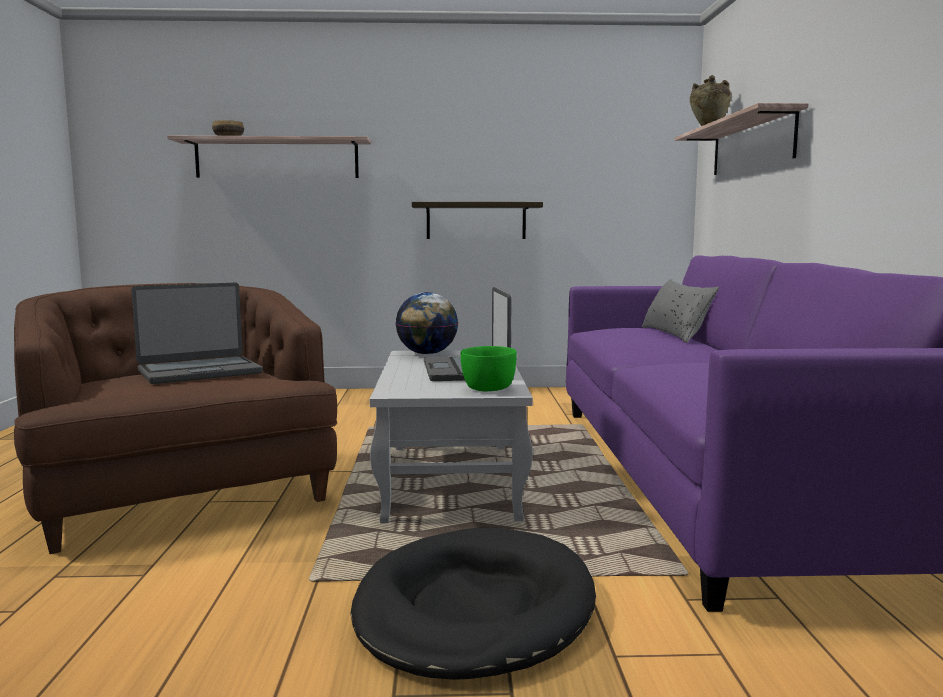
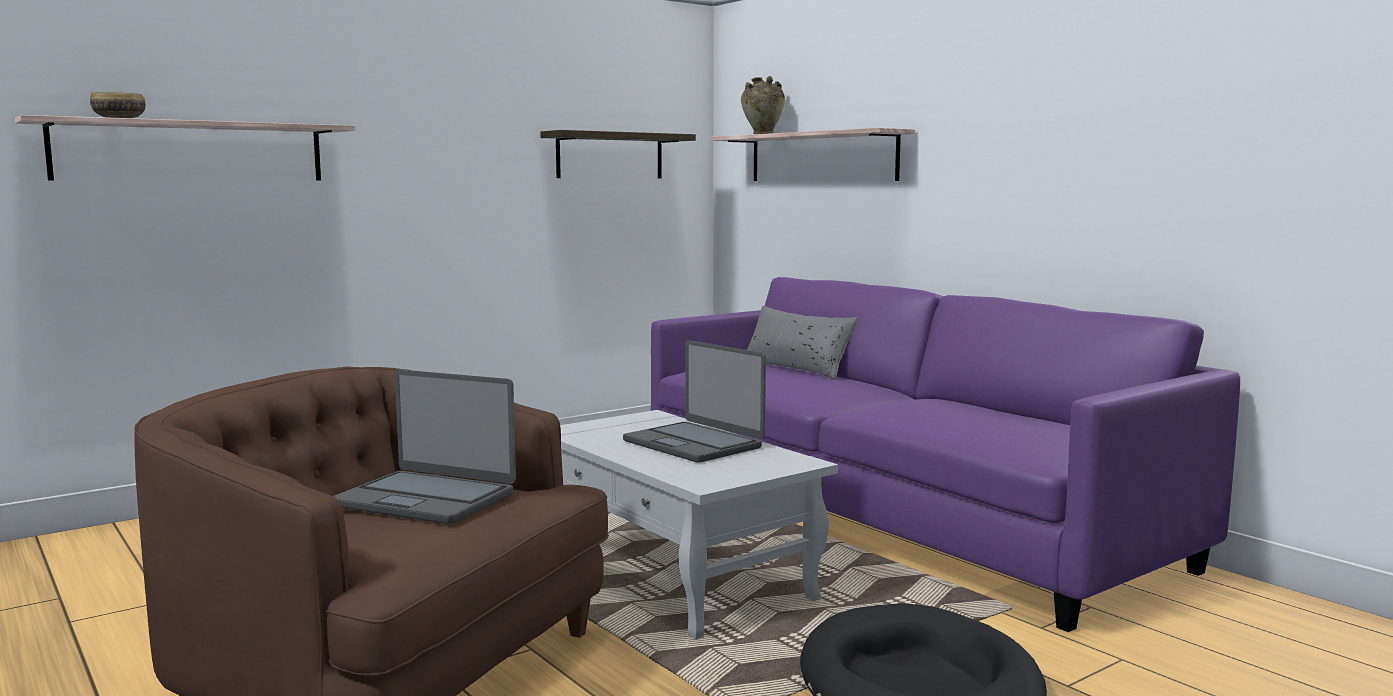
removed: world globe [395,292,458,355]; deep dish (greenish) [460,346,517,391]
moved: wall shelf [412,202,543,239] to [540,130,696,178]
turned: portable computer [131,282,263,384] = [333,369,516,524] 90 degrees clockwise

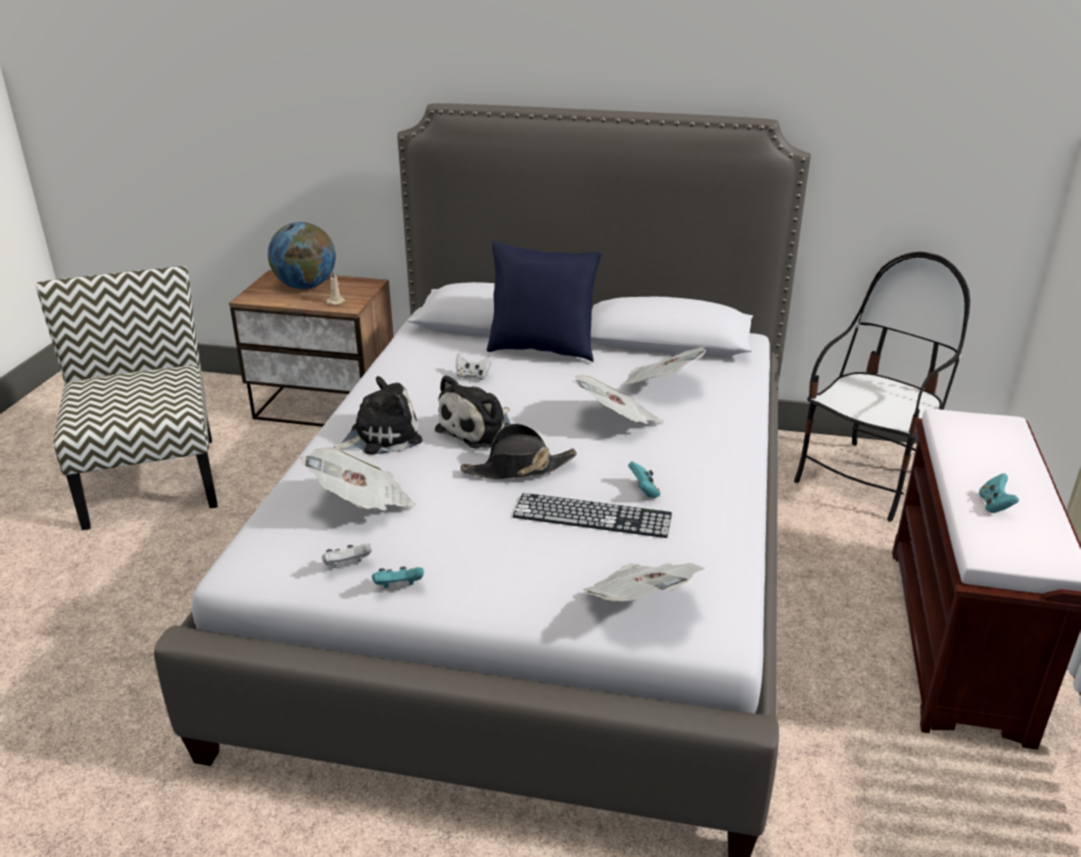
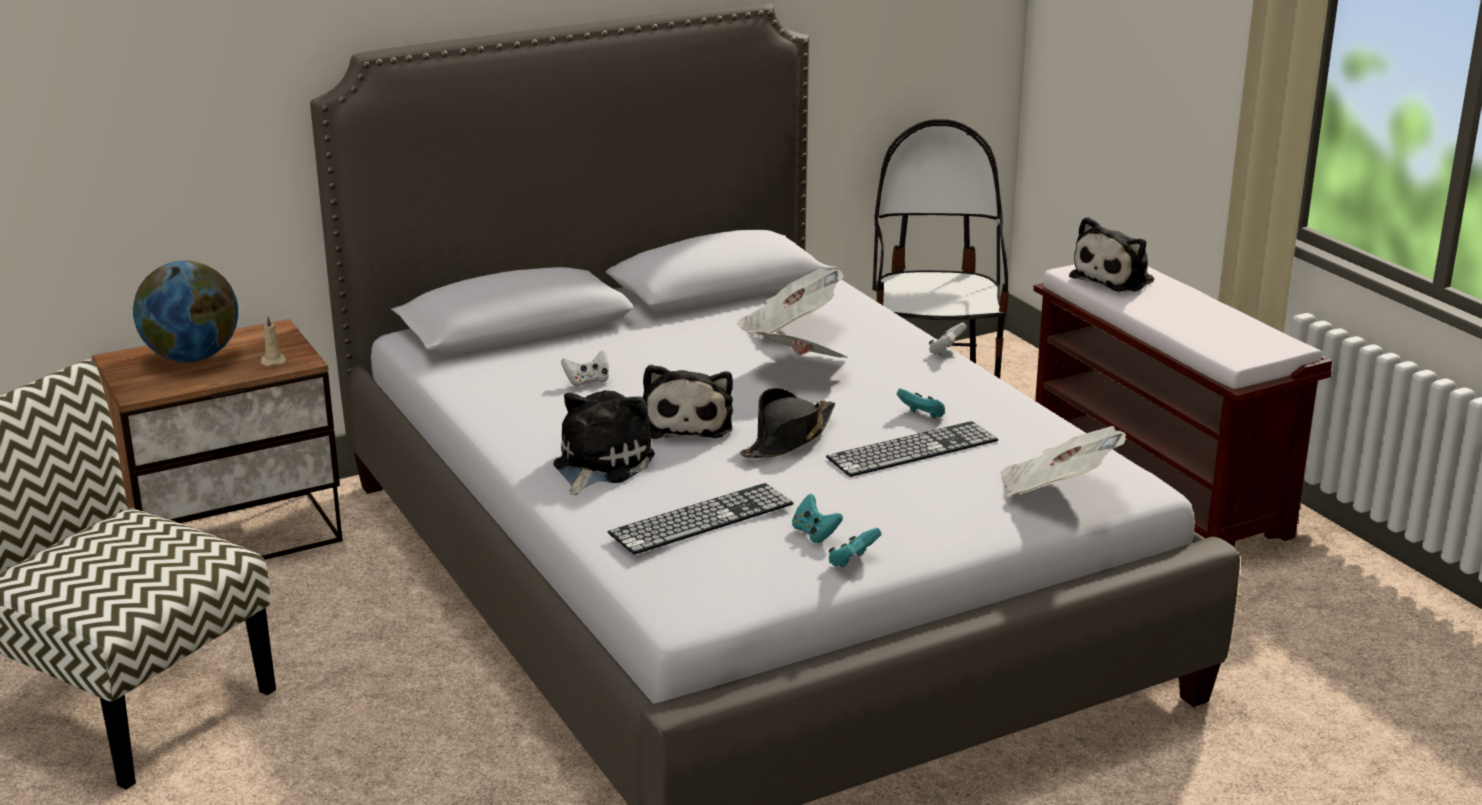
removed: pillow (bluish) [487,241,602,362]
added: plush toy [1069,217,1154,292]
moved: game controller (whitish) [322,544,372,568] to [929,322,967,355]; game controller (blue-green) [979,474,1019,513] to [792,493,843,543]
replaced: printed paper [300,447,416,511] to keyboard [608,483,794,555]

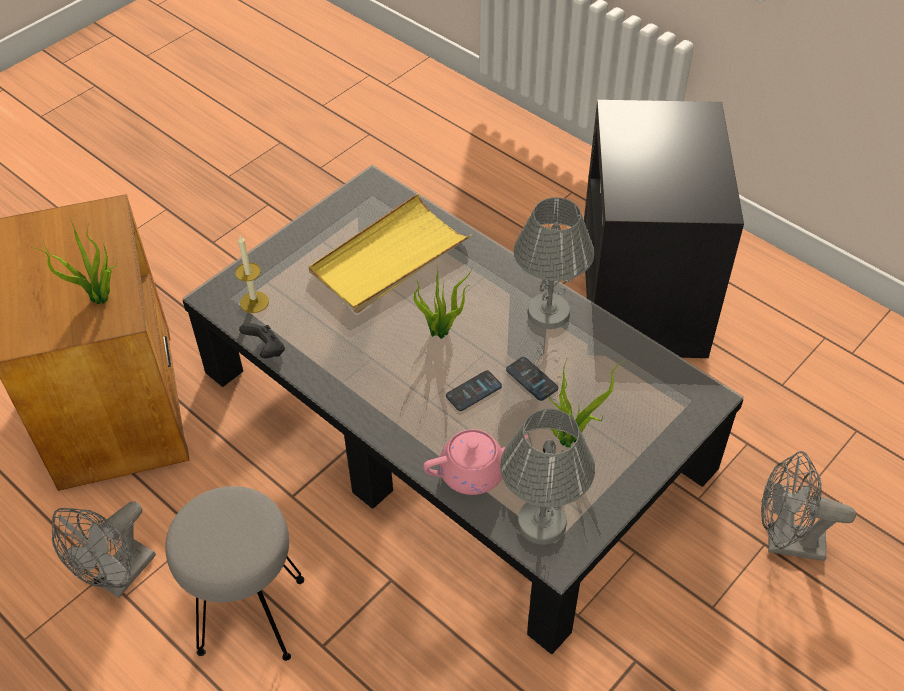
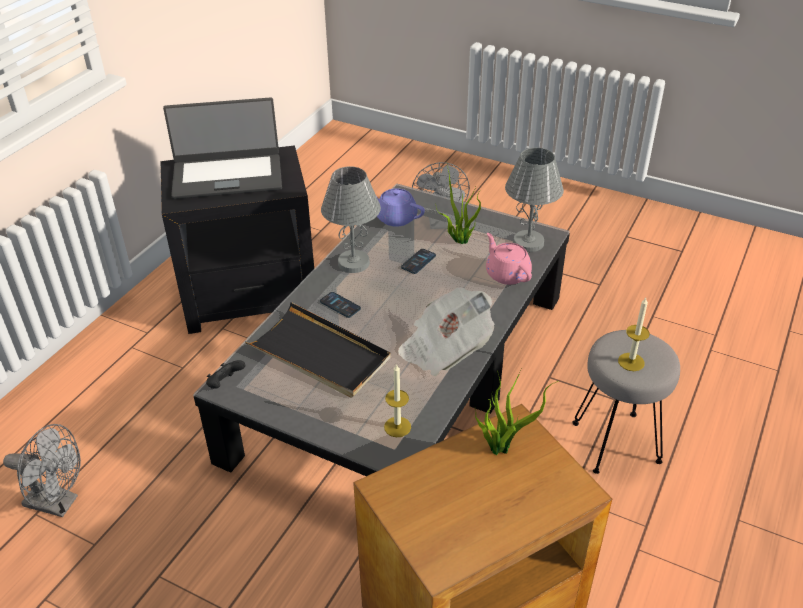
removed: plant in a pot [414,258,473,339]
added: portable computer [163,97,282,199]; pot for tea (purple) [376,188,425,227]; printed paper [398,287,495,376]; candle [618,298,650,371]
moved: cooling fan (grey) [52,501,156,598] to [3,424,81,517]; game controller (blackish) [239,323,285,358] to [206,360,245,389]; phone [446,370,502,411] to [320,292,361,318]
recoloured: serving tray (yellow) [309,194,472,313] to serving tray (blackish) [245,302,391,398]

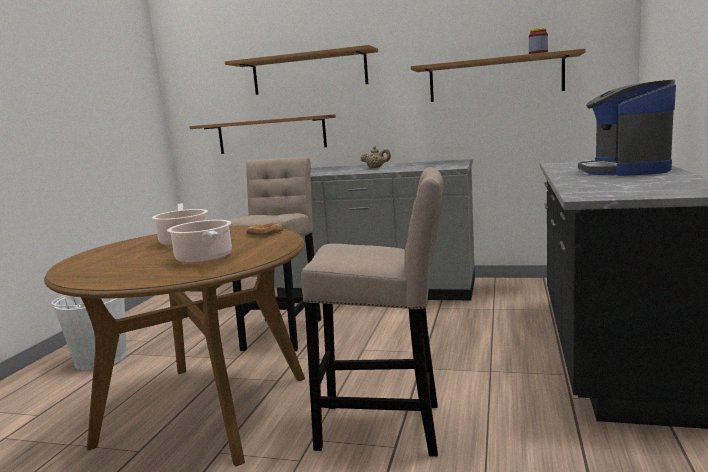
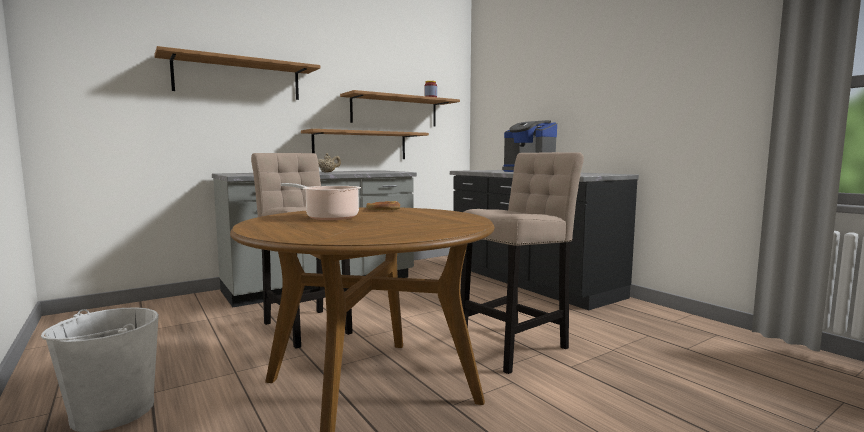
removed: cooking pot [167,220,232,264]
moved: wall shelf [189,115,336,154] to [301,129,429,159]

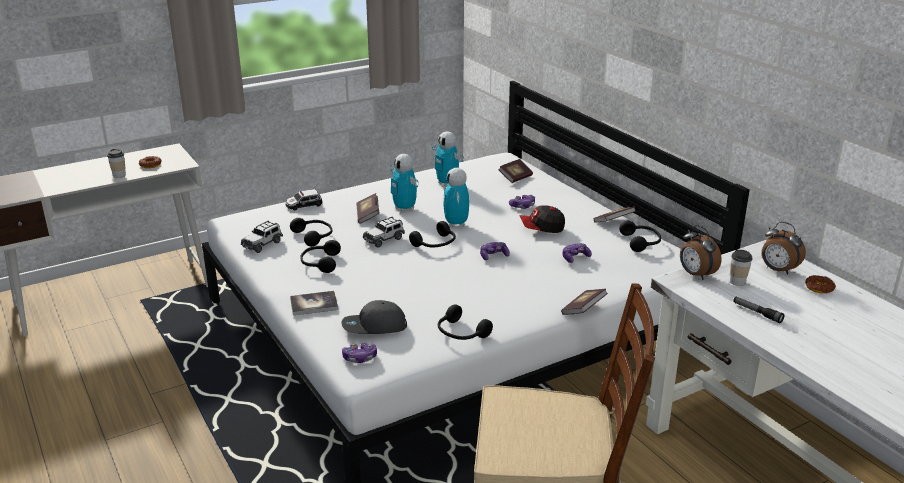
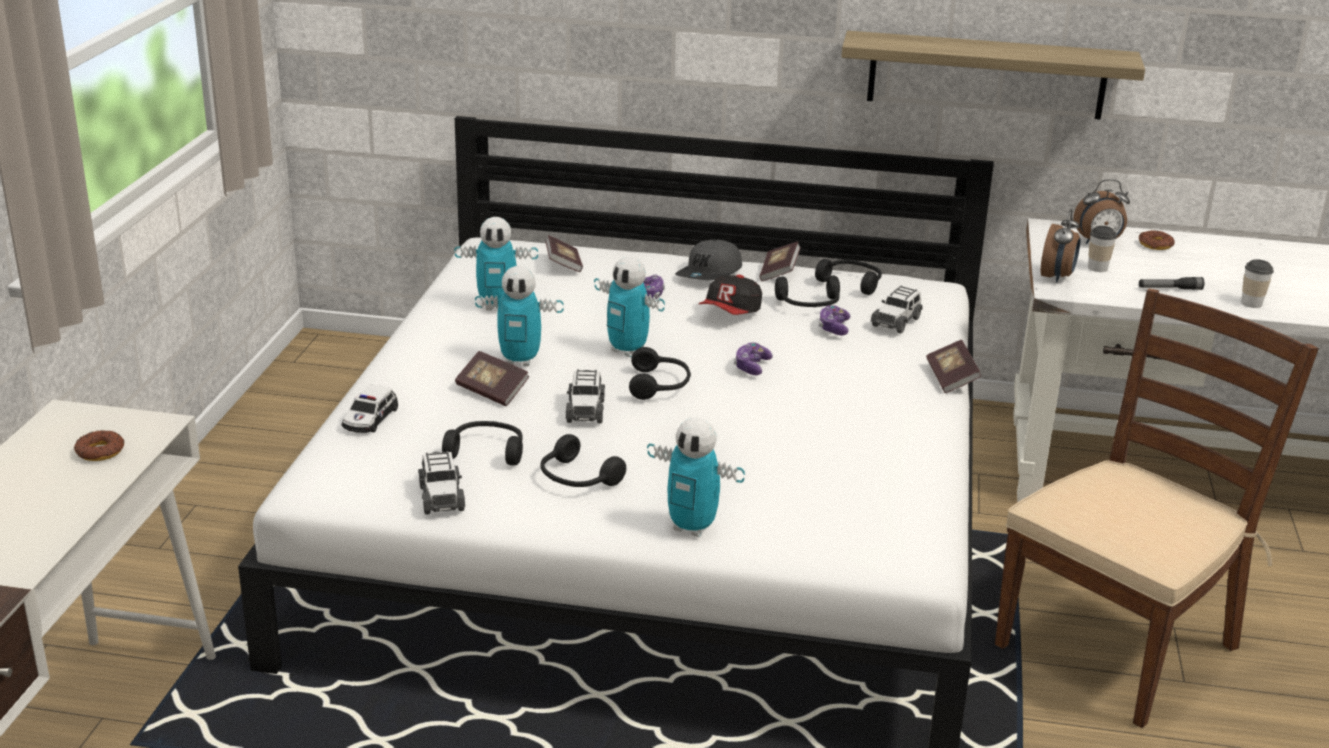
removed: game controller [342,343,377,363]
added: wall shelf [841,31,1145,120]; miniature car [871,285,923,333]
moved: small cup [107,149,126,178] to [1241,259,1274,308]; baseball cap (grey) [342,300,407,334] to [675,240,742,280]; headset (blackish) [438,304,493,340] to [775,275,840,307]
replaced: book [290,291,338,315] to toy robot [647,418,745,537]
turned: bedside clock [680,225,722,280] = [1041,209,1080,283] 75 degrees counterclockwise

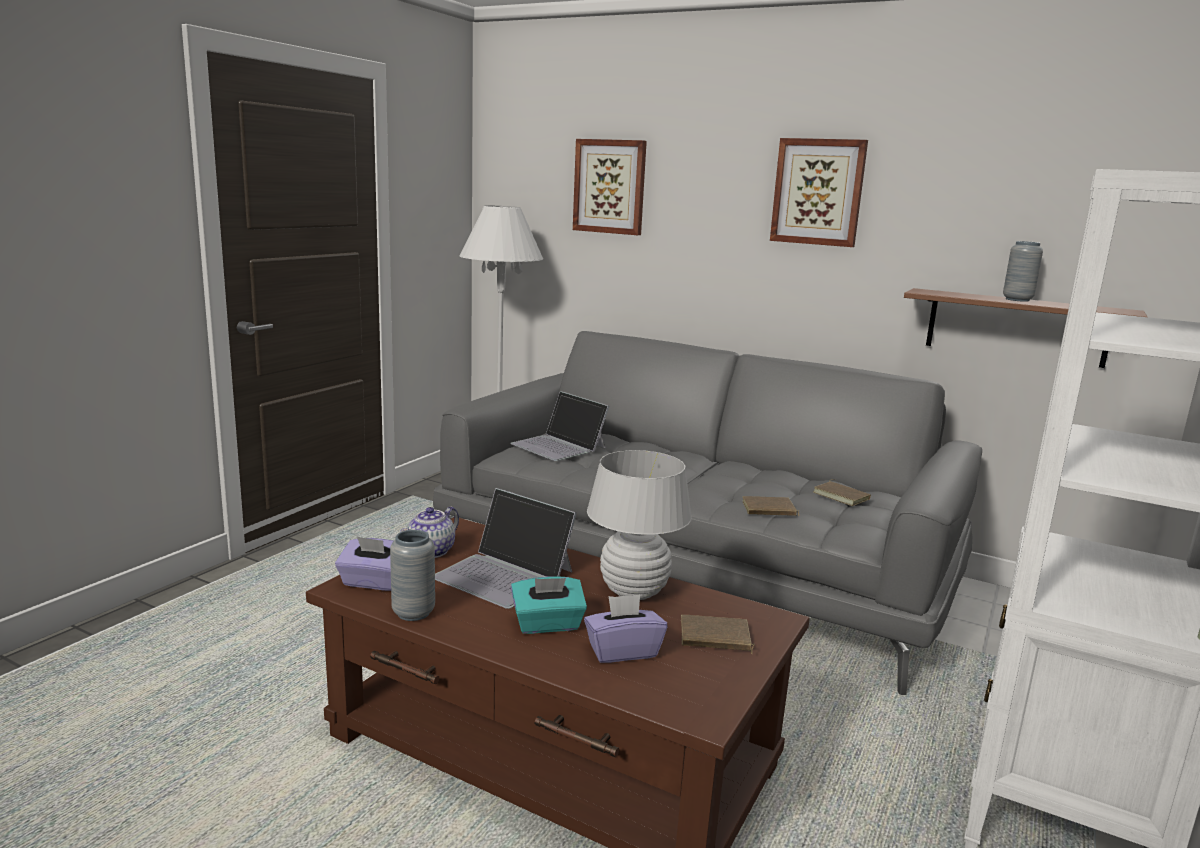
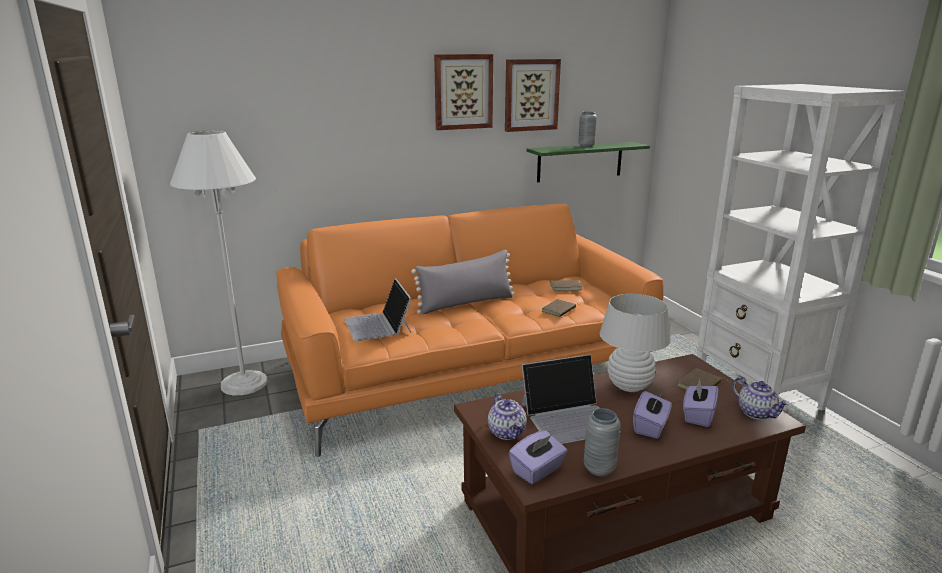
added: pillow (grey) [411,249,515,314]; pot for tea [732,377,789,420]
moved: wall art [573,139,647,235] to [505,59,561,132]
recoloured: couch (grey) [433,331,982,695] to couch (orange) [276,204,664,457]; box of tissues (blue-green) [511,576,587,634] to box of tissues (purple) [633,391,672,439]; wall shelf (brown) [904,288,1147,368] to wall shelf (greenish) [527,142,650,182]
turned: portable computer [510,391,609,461] = [344,279,411,341] 75 degrees clockwise

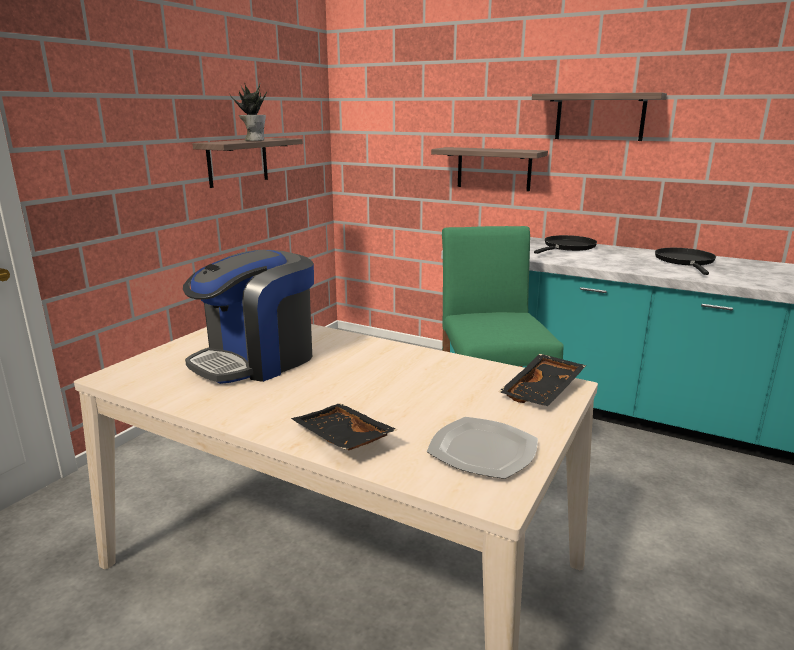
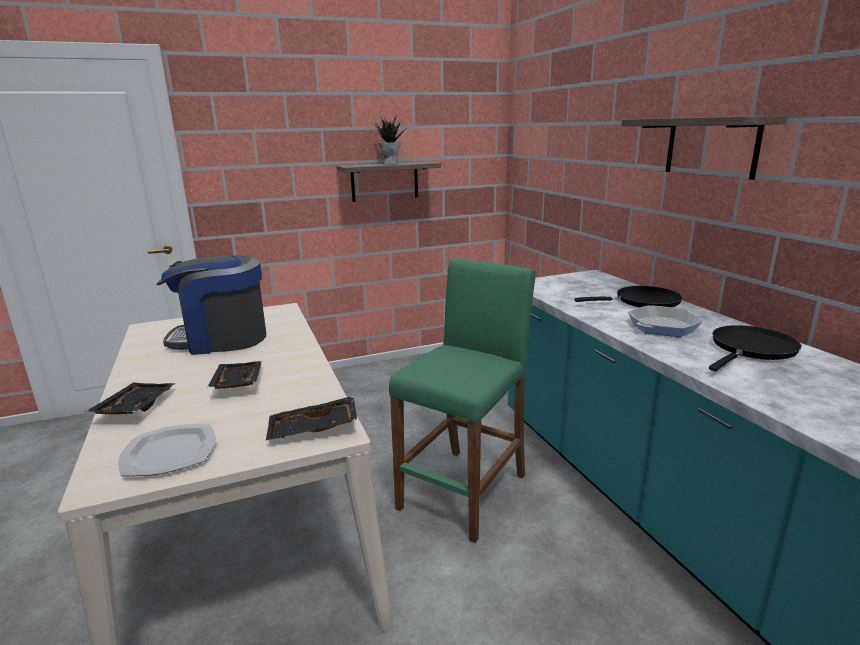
removed: wall shelf [431,147,548,191]
added: serving tray (blackish) [207,361,262,389]; pan [628,305,703,337]

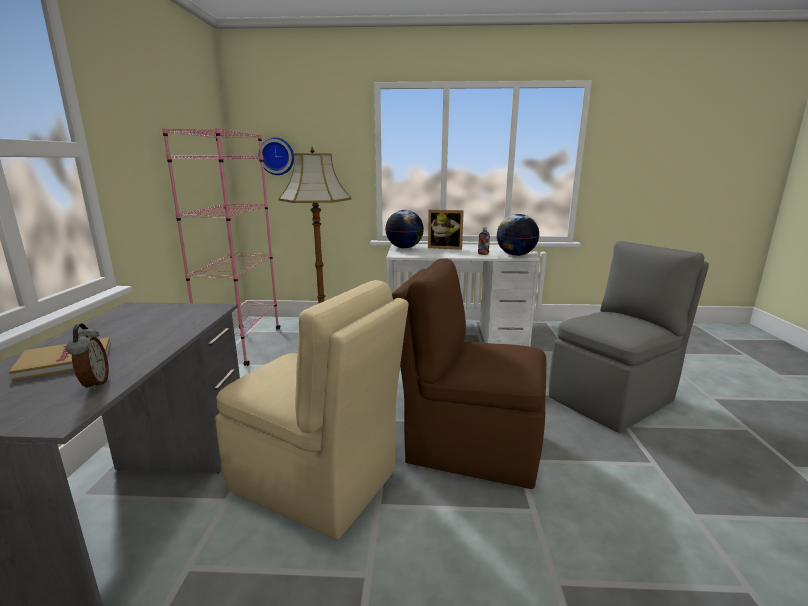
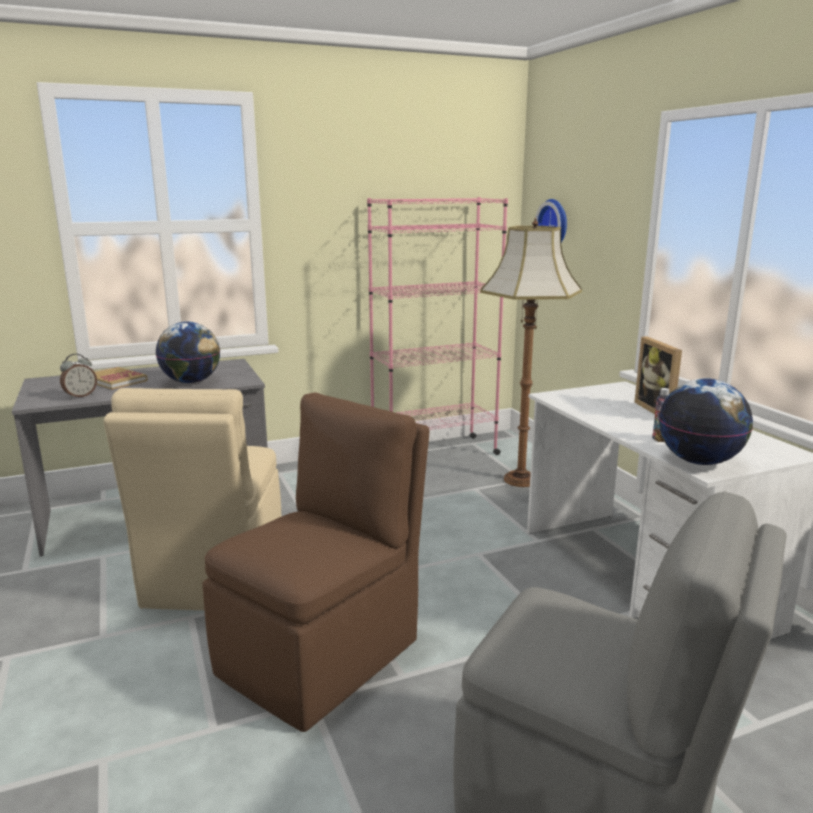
moved: world globe [385,210,424,248] to [156,321,220,383]
turned: upright chair (brown) [392,258,546,489] = [202,392,429,732] 45 degrees clockwise

